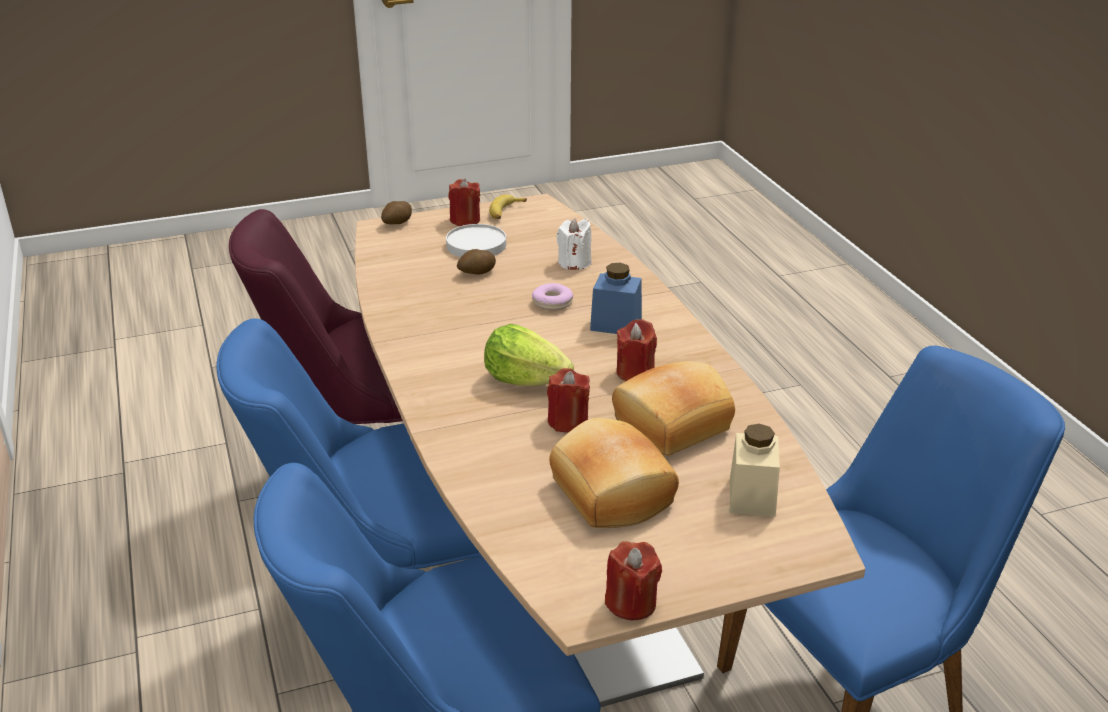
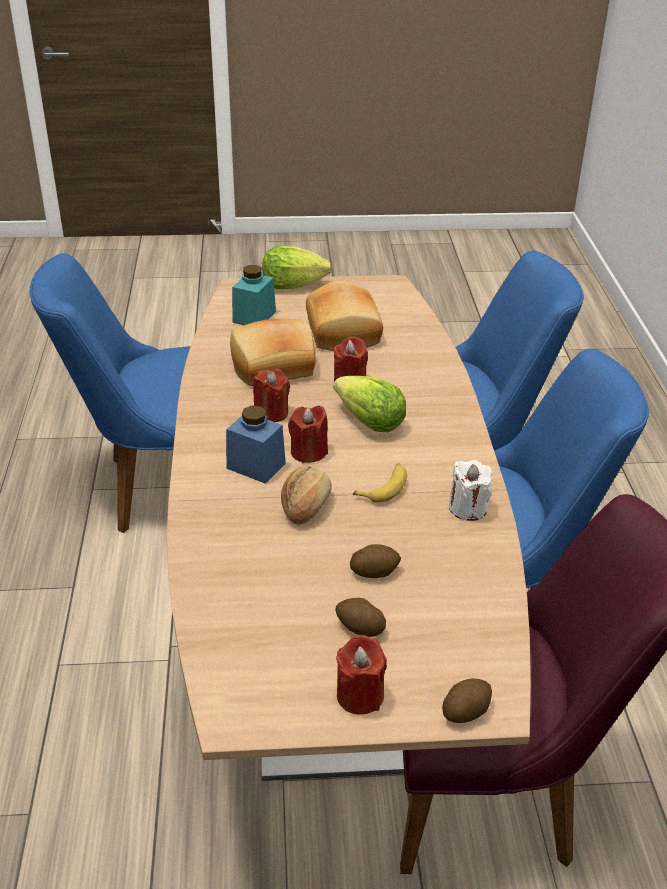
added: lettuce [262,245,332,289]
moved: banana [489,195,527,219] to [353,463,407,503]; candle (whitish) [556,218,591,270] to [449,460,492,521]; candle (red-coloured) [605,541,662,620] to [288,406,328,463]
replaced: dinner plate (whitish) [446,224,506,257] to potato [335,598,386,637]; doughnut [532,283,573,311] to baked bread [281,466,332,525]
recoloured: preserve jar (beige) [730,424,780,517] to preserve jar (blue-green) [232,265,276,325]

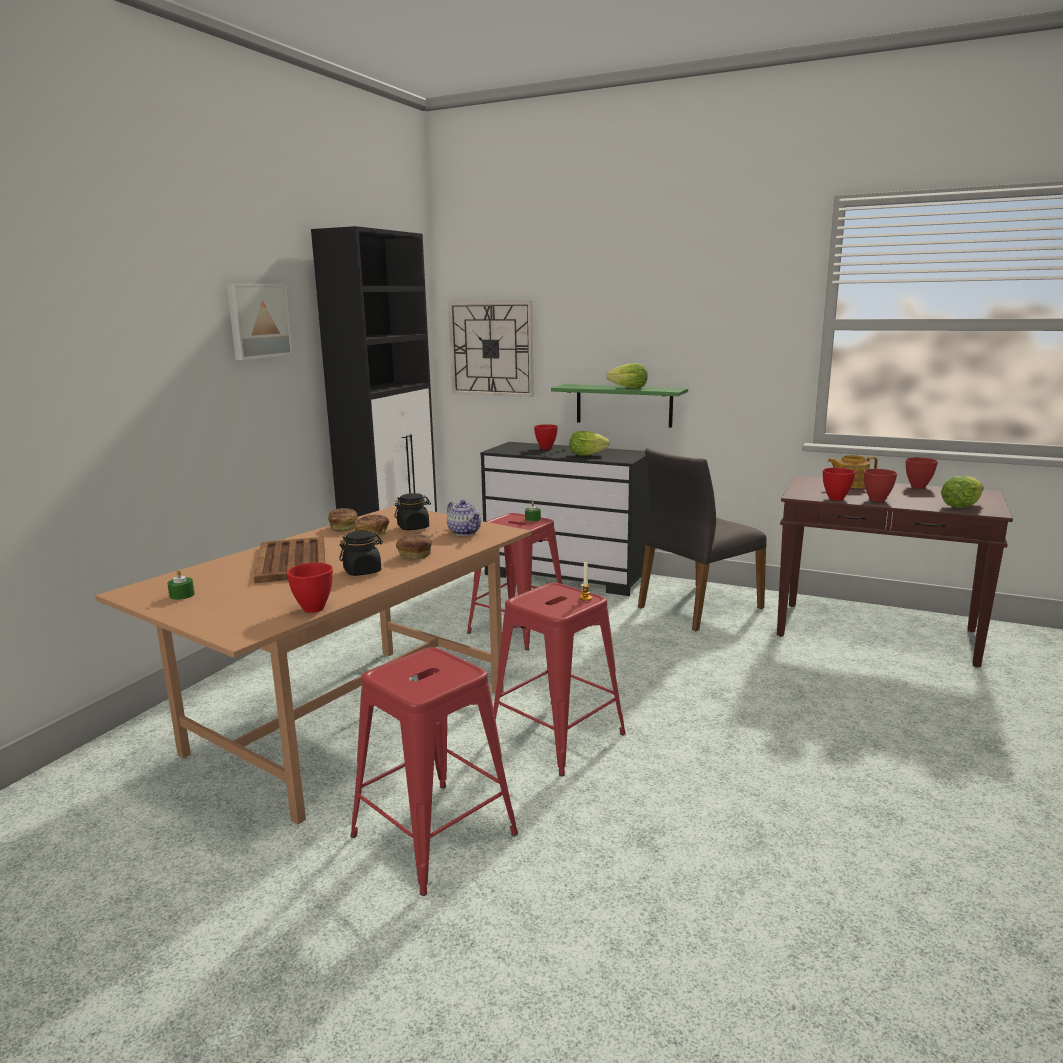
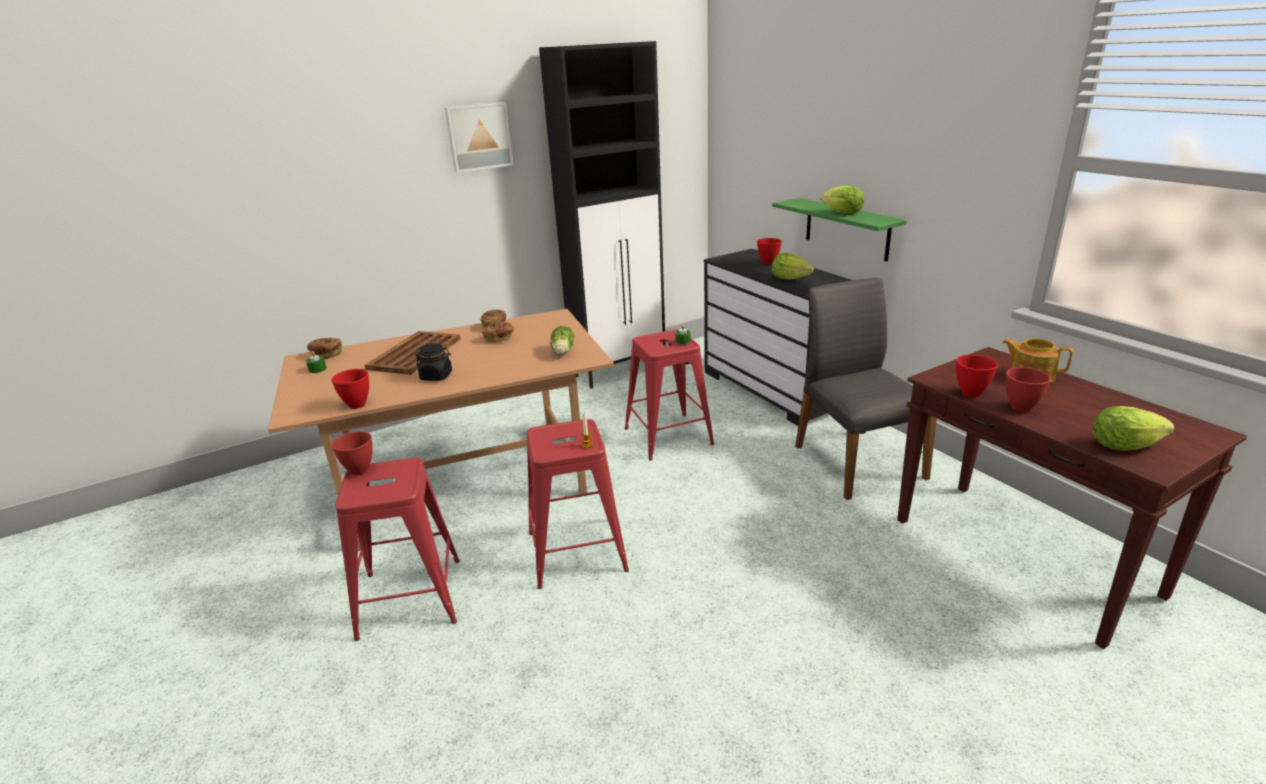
removed: preserve jar (blackish) [394,493,431,530]; hanging clock [448,301,534,397]
moved: baked bread [396,534,432,559] to [307,338,342,359]; deep dish (red-coloured) [906,457,938,488] to [332,431,373,475]
replaced: pot for tea [447,500,481,536] to lettuce [551,326,574,355]
turned: upright chair (grey) [638,448,767,631] = [795,278,937,500] 75 degrees clockwise

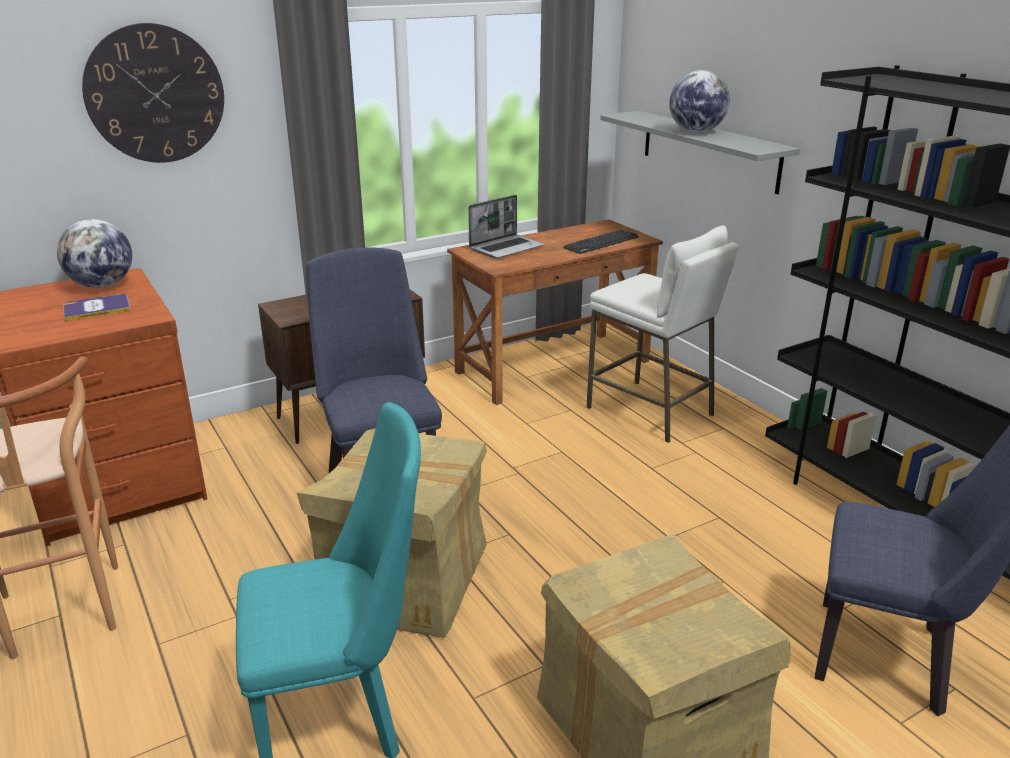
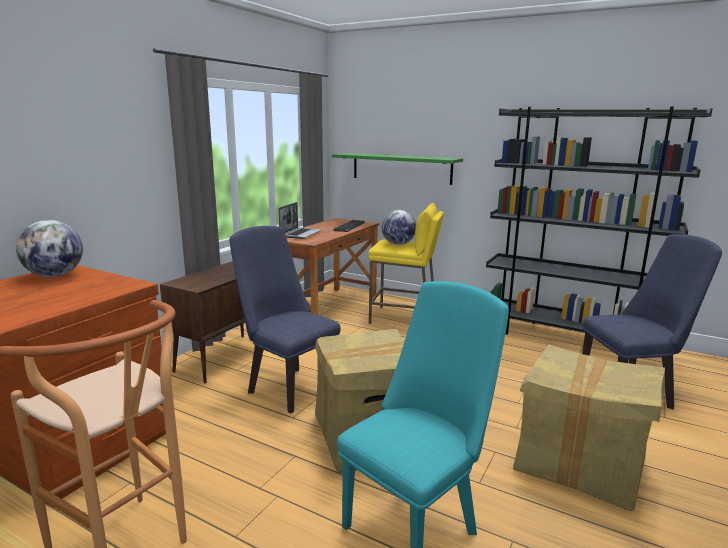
removed: book [63,294,131,321]; hanging clock [82,23,224,163]
moved: world globe [669,70,730,132] to [381,210,416,245]
recoloured: sitting stool (whitish) [586,225,739,443] to sitting stool (yellow) [368,203,444,324]; wall shelf (grey) [600,111,800,194] to wall shelf (greenish) [332,153,463,185]

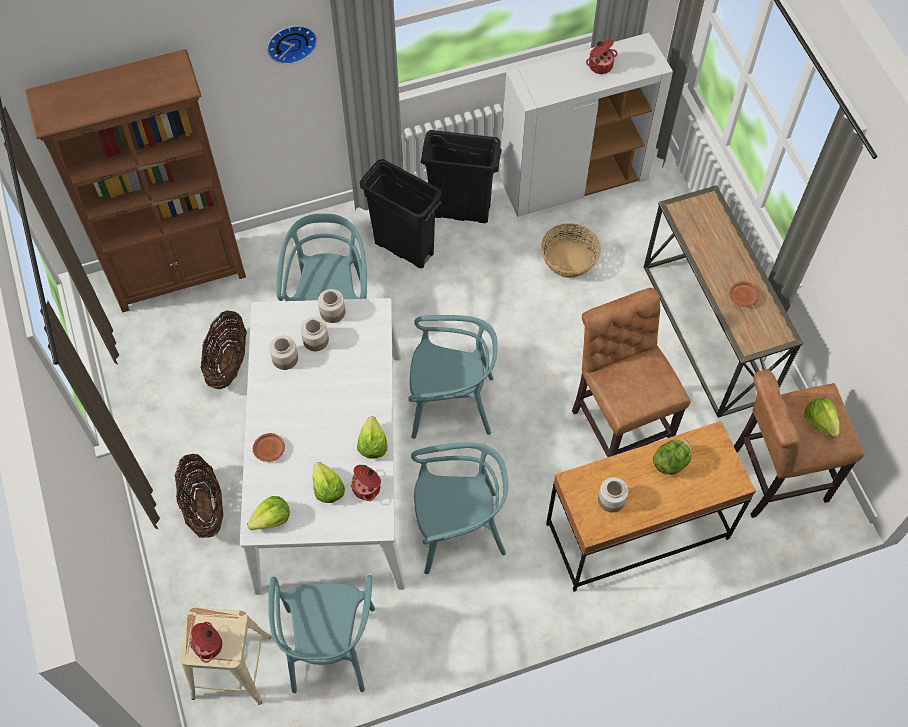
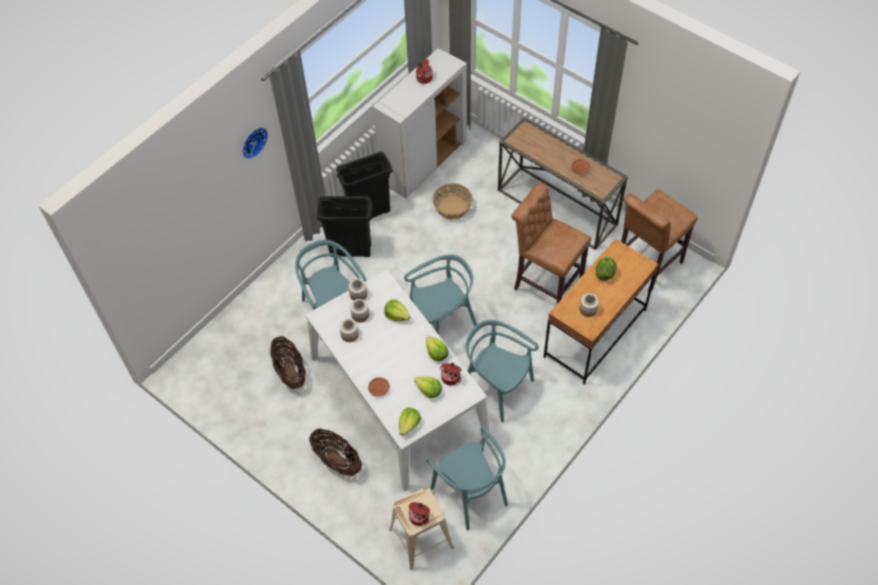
removed: bookshelf (brown) [25,49,246,313]
moved: lettuce [804,398,839,438] to [384,300,410,321]
turned: upright chair (blue-green) [411,443,508,574] = [466,320,539,422] 105 degrees counterclockwise

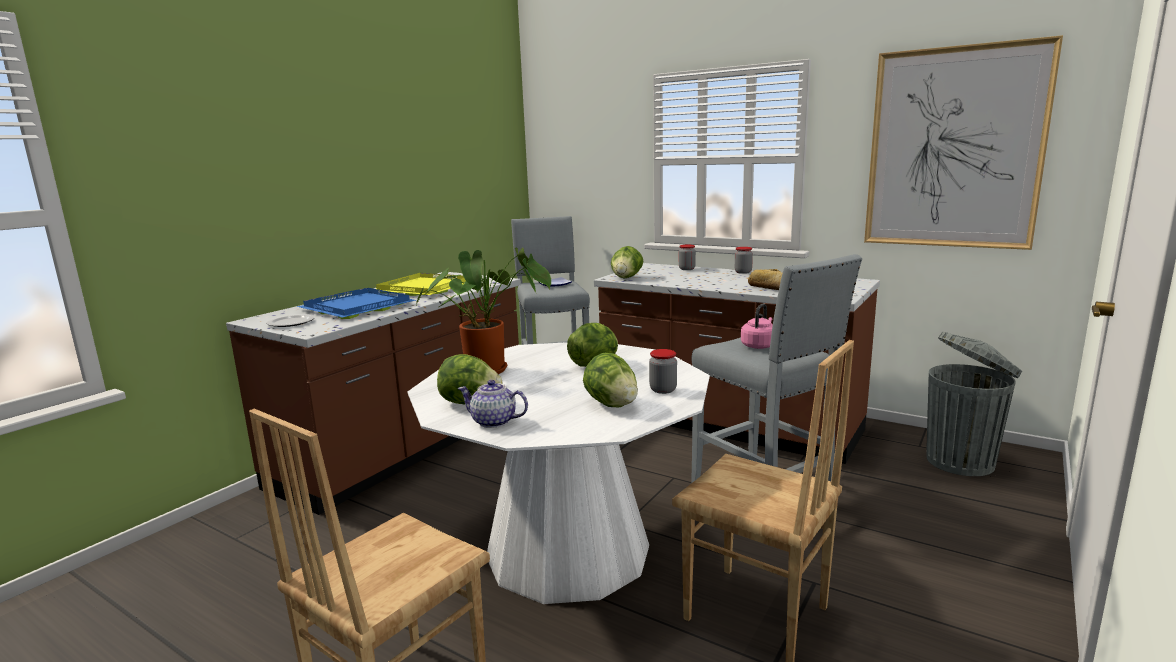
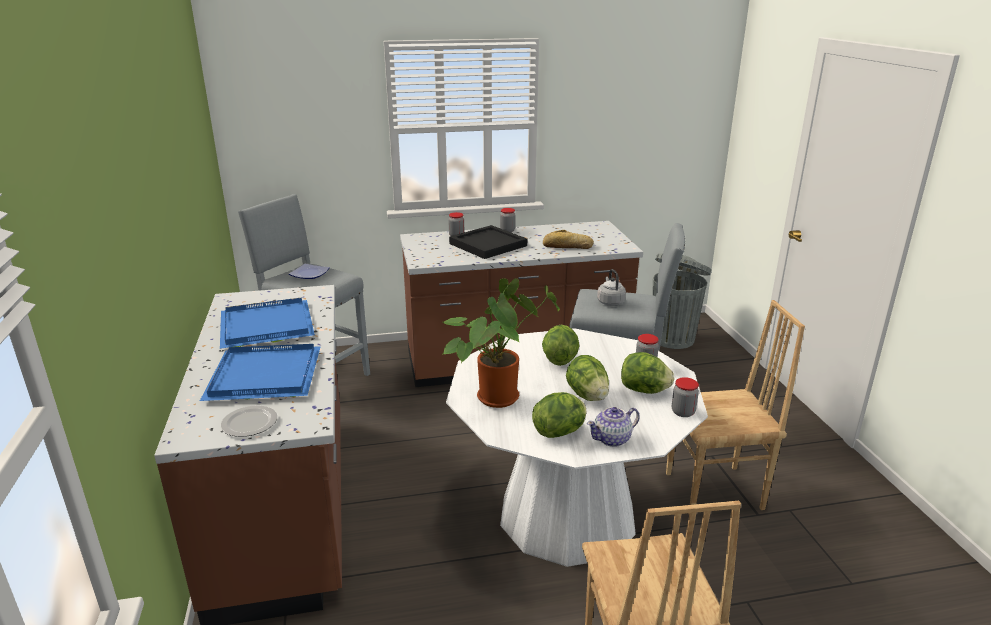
removed: wall art [864,35,1063,250]
added: serving tray (blackish) [449,225,527,259]; preserve jar [672,377,699,417]
moved: lettuce [611,246,643,279] to [566,355,609,401]
recoloured: serving tray (yellow) [376,273,466,296] to serving tray (bluish) [220,298,315,349]; tea kettle (pink-coloured) [741,304,773,349] to tea kettle (grey) [597,269,626,306]

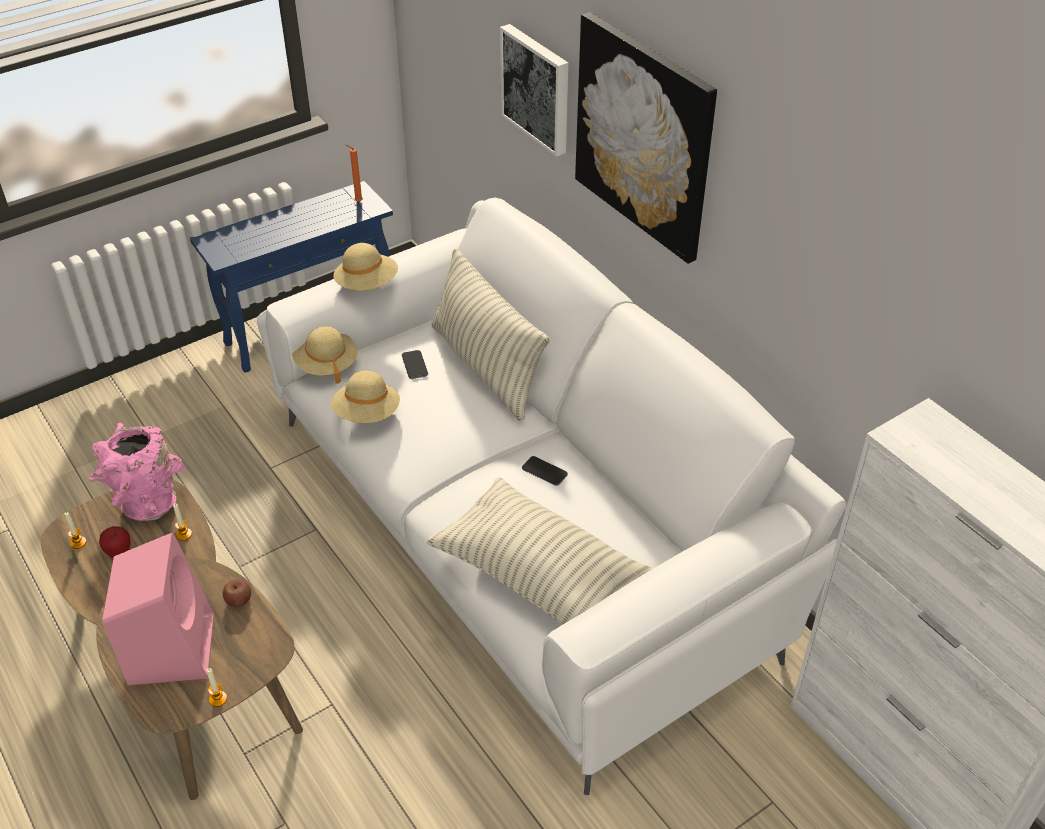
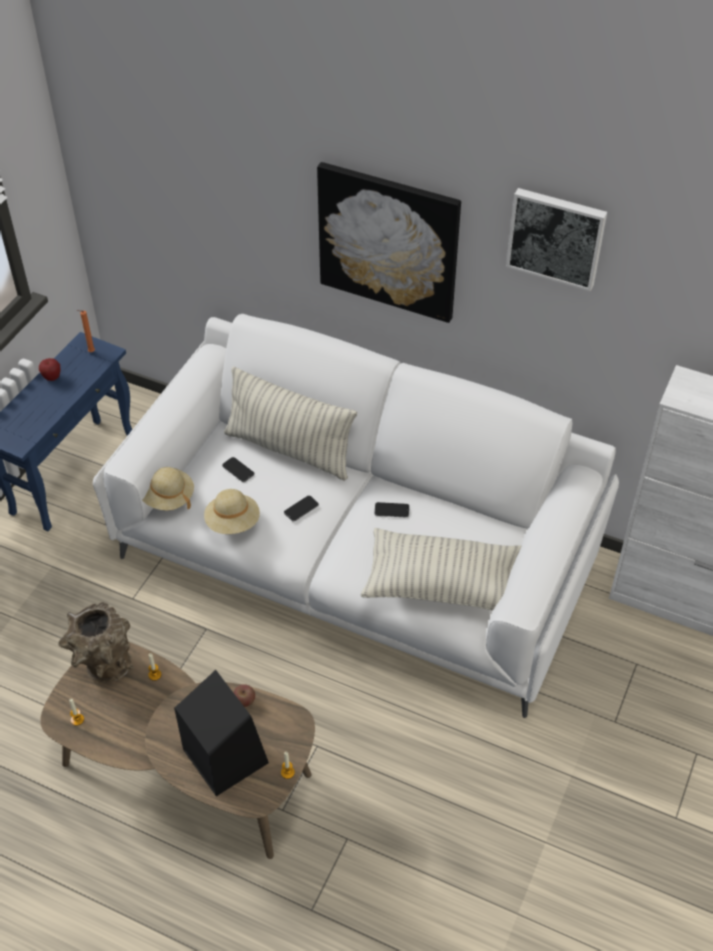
removed: clothing hat (beige) [333,243,398,291]
added: phone [284,496,319,522]
moved: apple fruit [99,526,130,558] to [39,358,60,381]; wall art [500,24,568,157] to [506,188,607,291]
recoloured: flower vase (pink-coloured) [89,423,185,521] to flower vase (brown) [58,602,134,683]; loudspeaker (pink-coloured) [102,532,214,685] to loudspeaker (blackish) [174,670,269,796]

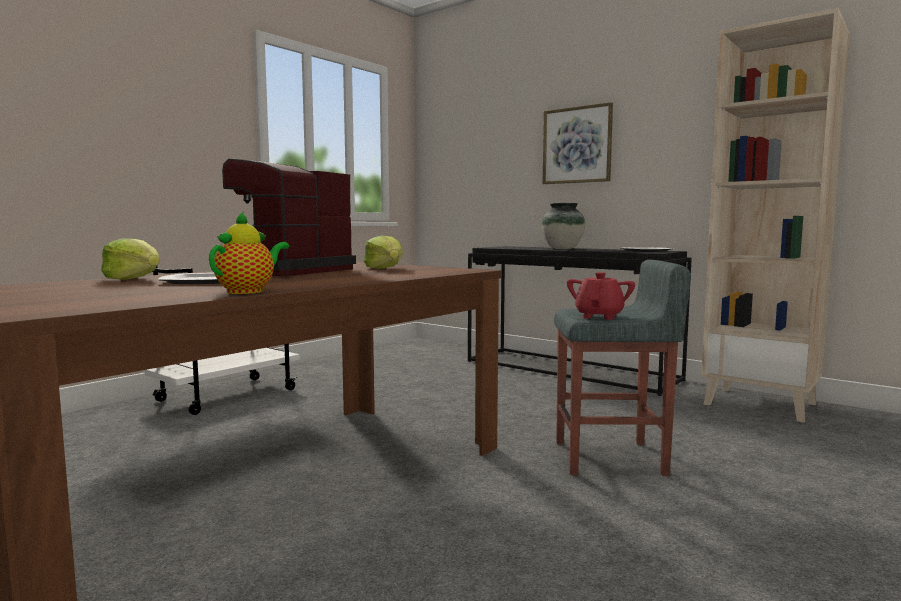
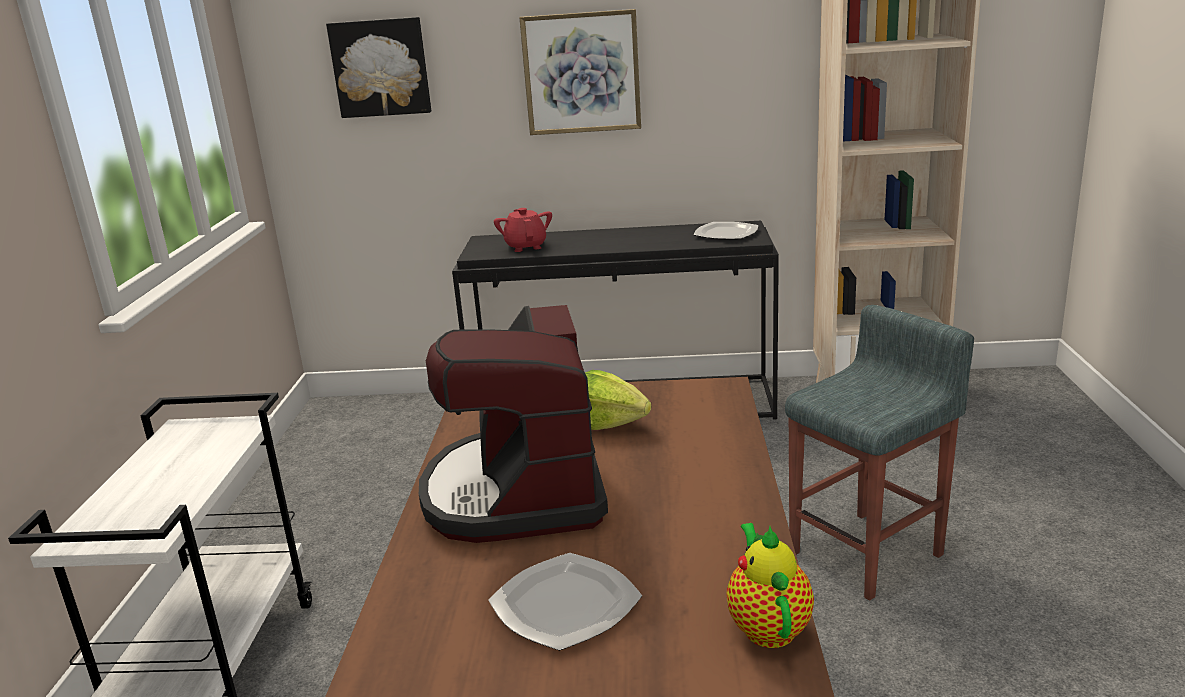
removed: lettuce [101,238,159,280]; flower vase [542,203,585,249]
added: wall art [326,17,431,118]
moved: pot for tea (red-coloured) [567,272,635,320] to [494,208,552,252]

